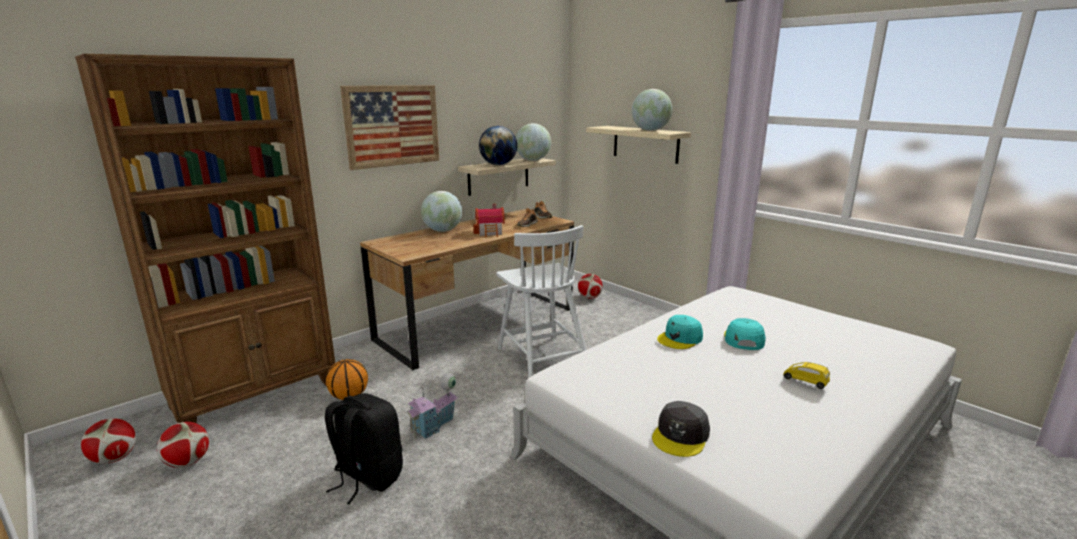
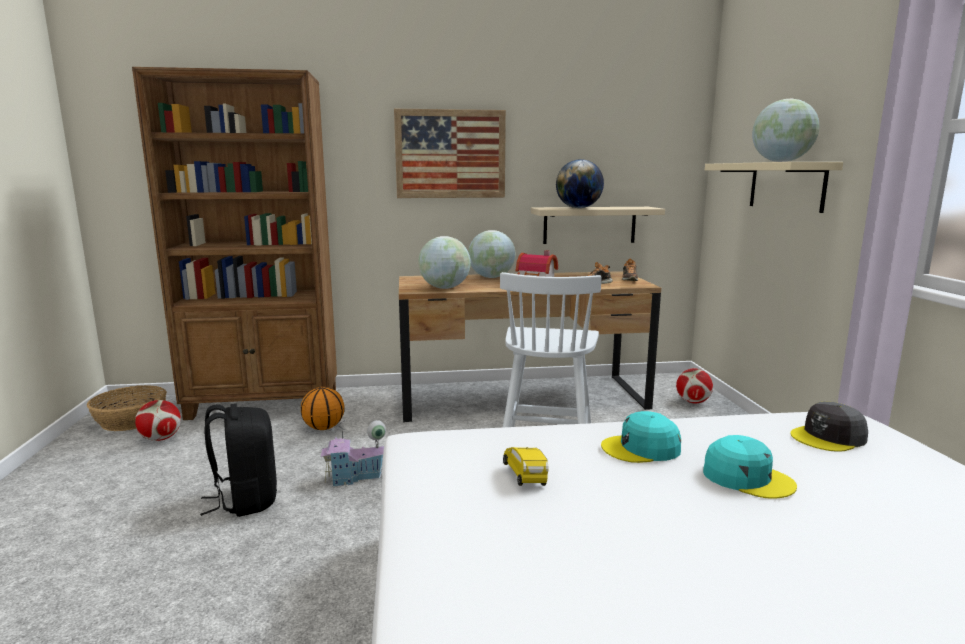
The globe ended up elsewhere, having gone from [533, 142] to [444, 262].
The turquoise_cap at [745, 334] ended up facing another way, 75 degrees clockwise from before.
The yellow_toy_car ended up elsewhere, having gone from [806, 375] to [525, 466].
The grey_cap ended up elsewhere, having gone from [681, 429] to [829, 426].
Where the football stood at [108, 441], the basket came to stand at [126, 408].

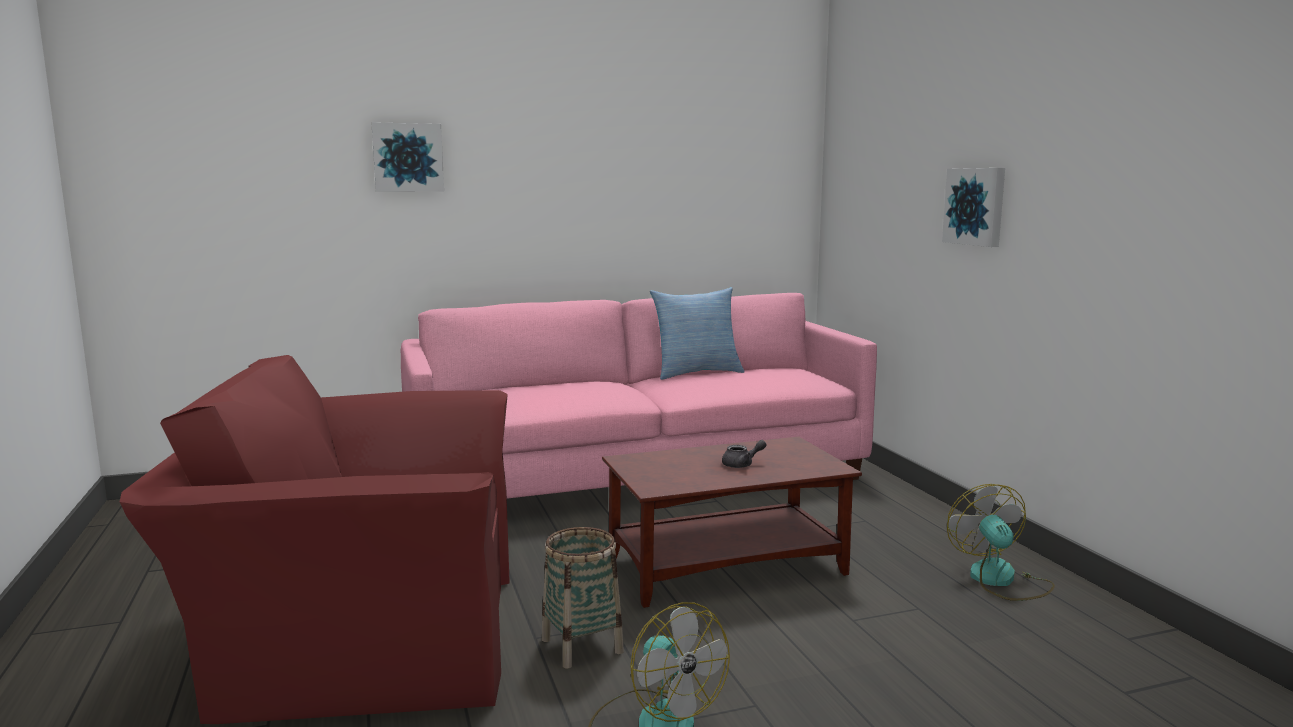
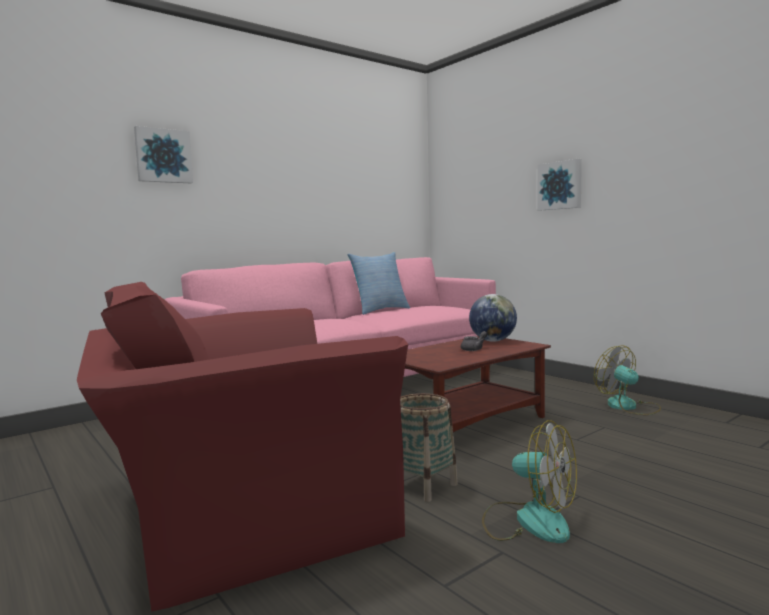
The second view gained the globe at [493, 318].

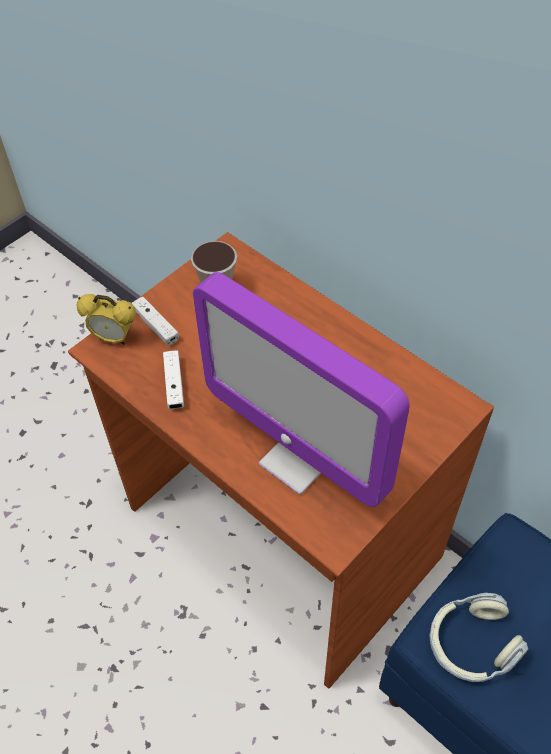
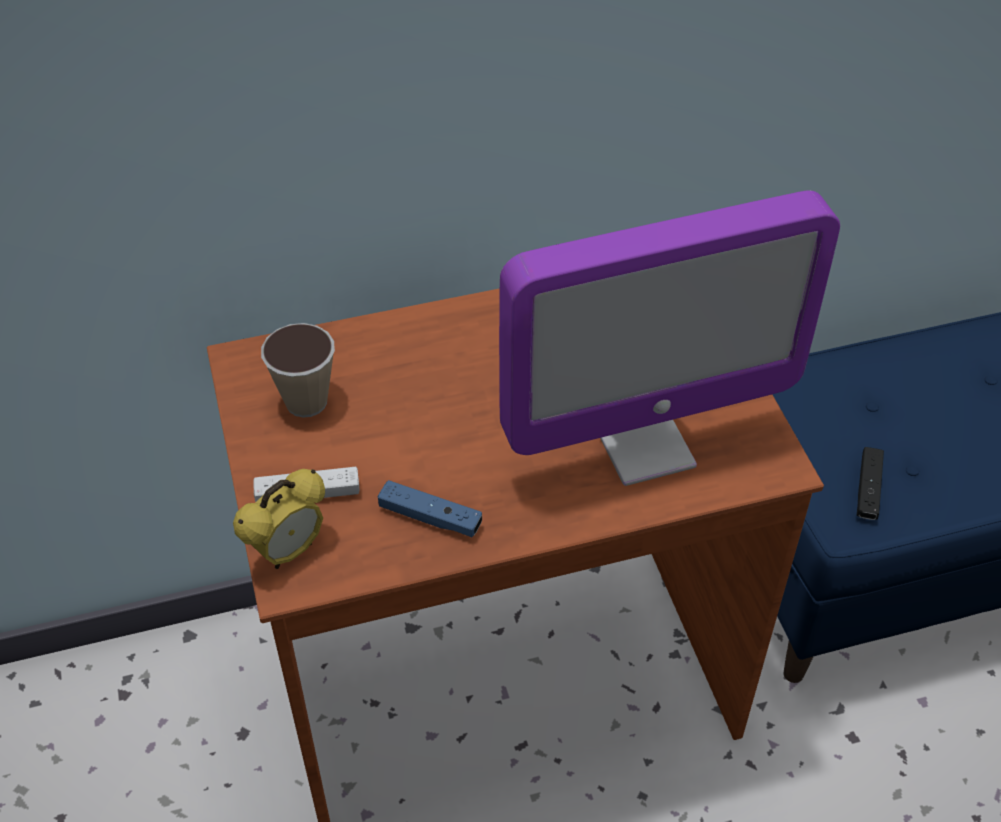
What was the white_game_controller at [173, 379] turned into the blue_game_controller at [430, 508].
Where the headphones stood at [479, 637], the black_game_controller came to stand at [870, 483].

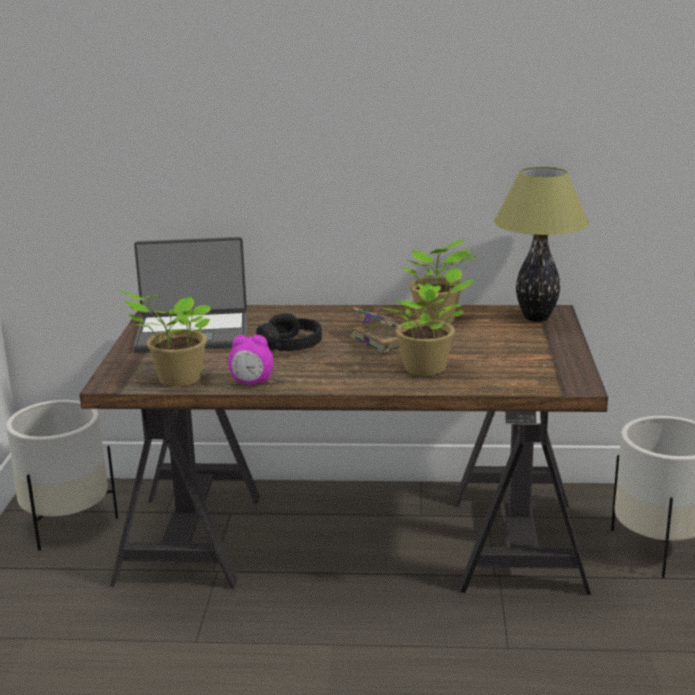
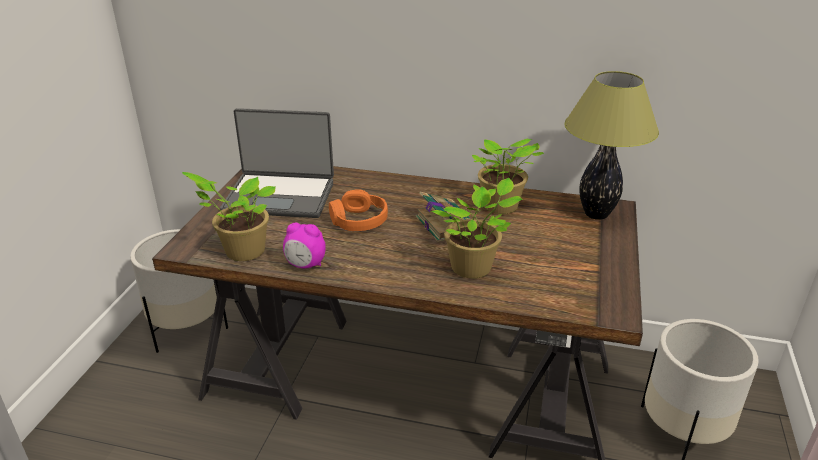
What was the black_headphones at [289, 332] turned into the orange_headphones at [358, 210].

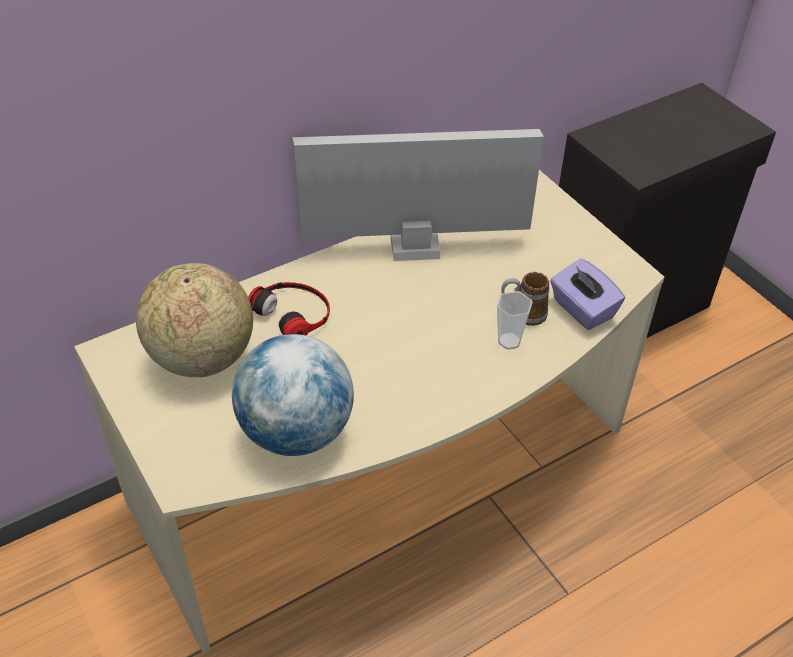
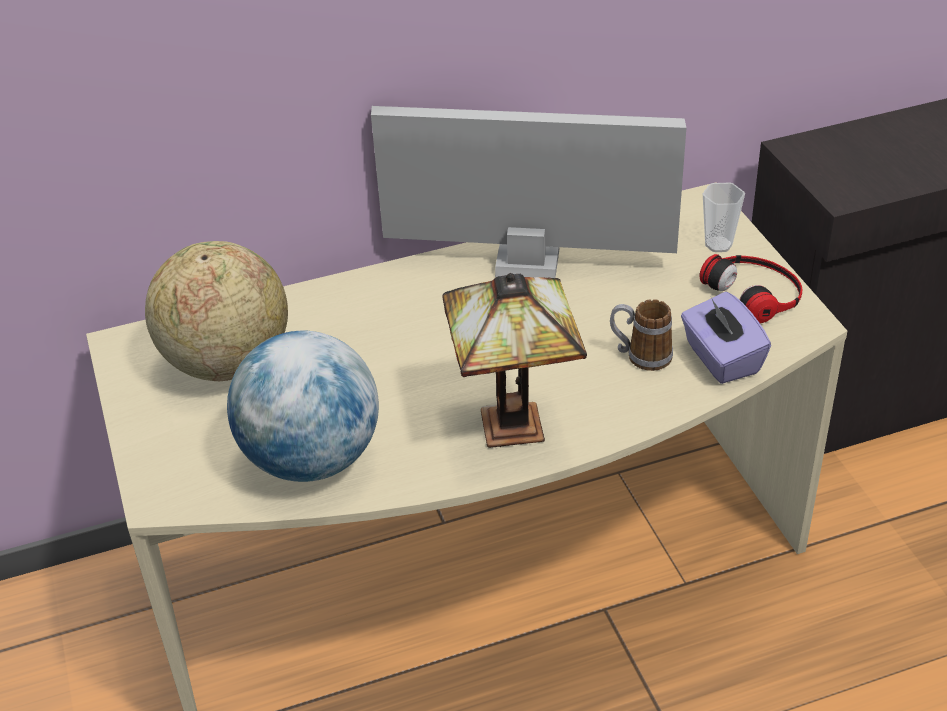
The headphones ended up elsewhere, having gone from [289, 309] to [750, 289].
The cup ended up elsewhere, having gone from [515, 320] to [724, 217].
The second view gained the table_lamp at [514, 360].

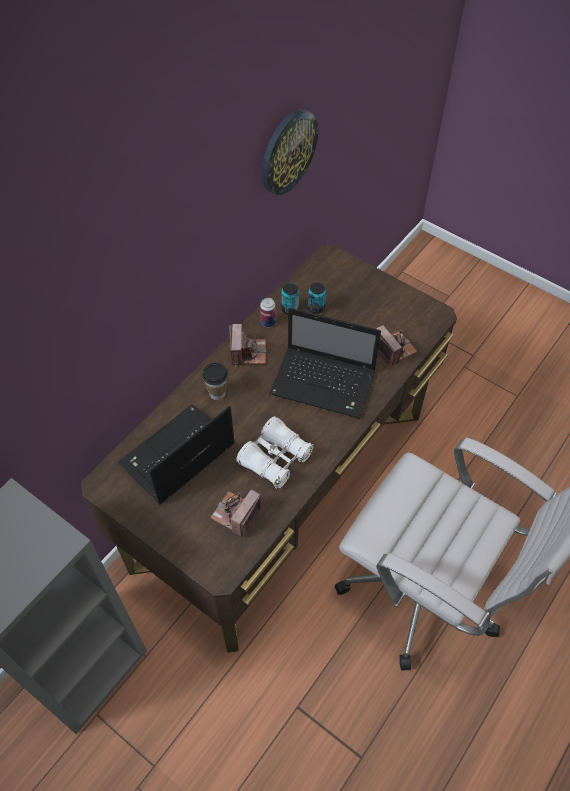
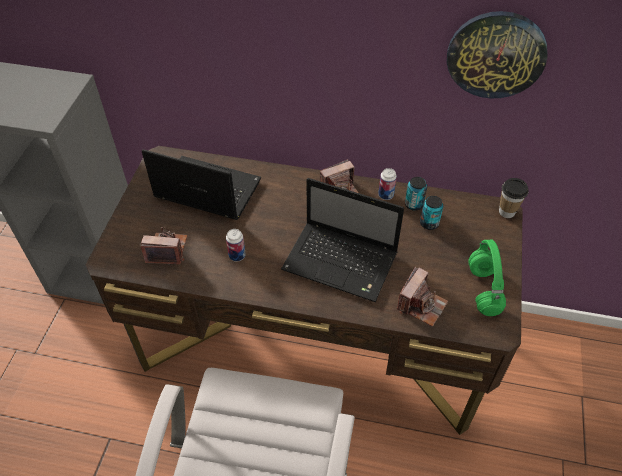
The laptop at [325, 363] ended up facing another way, 60 degrees counterclockwise from before.
The cup ended up elsewhere, having gone from [215, 381] to [514, 198].
Where the white_binoculars stood at [275, 452], the can came to stand at [236, 245].
The second view gained the green_headphones at [487, 278].

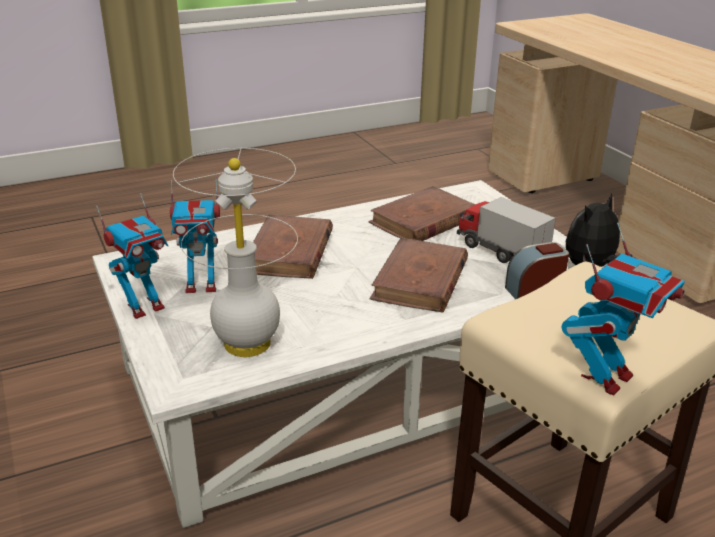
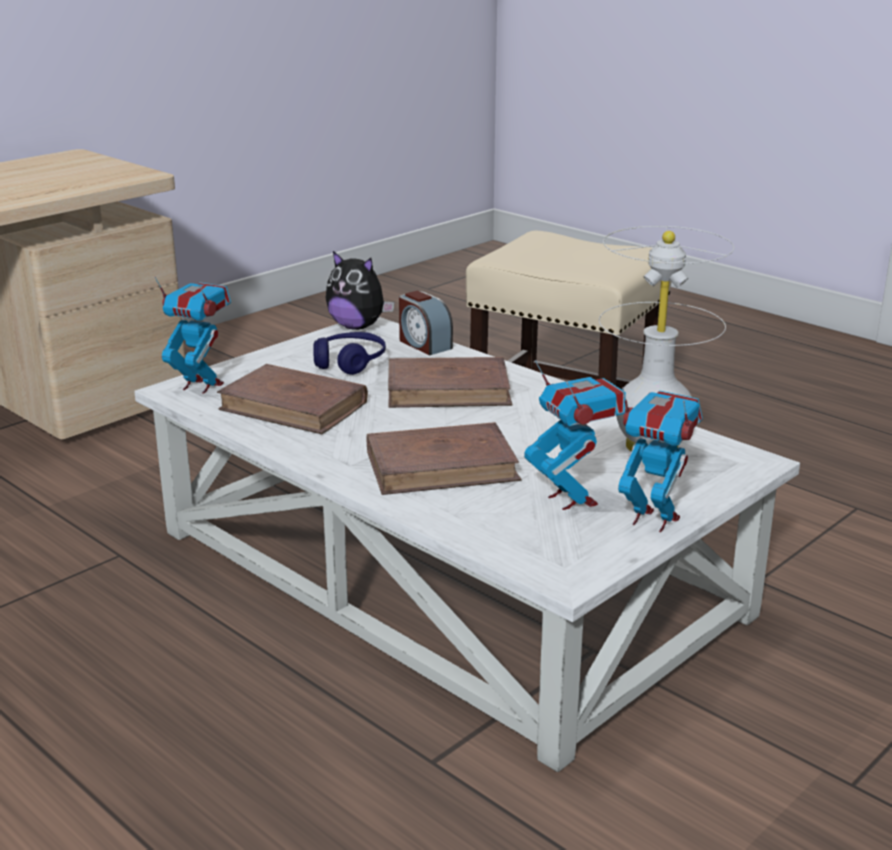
Where the toy_truck stood at [506, 230], the blue_headphones came to stand at [349, 353].
The toy_robot ended up elsewhere, having gone from [623, 309] to [193, 335].

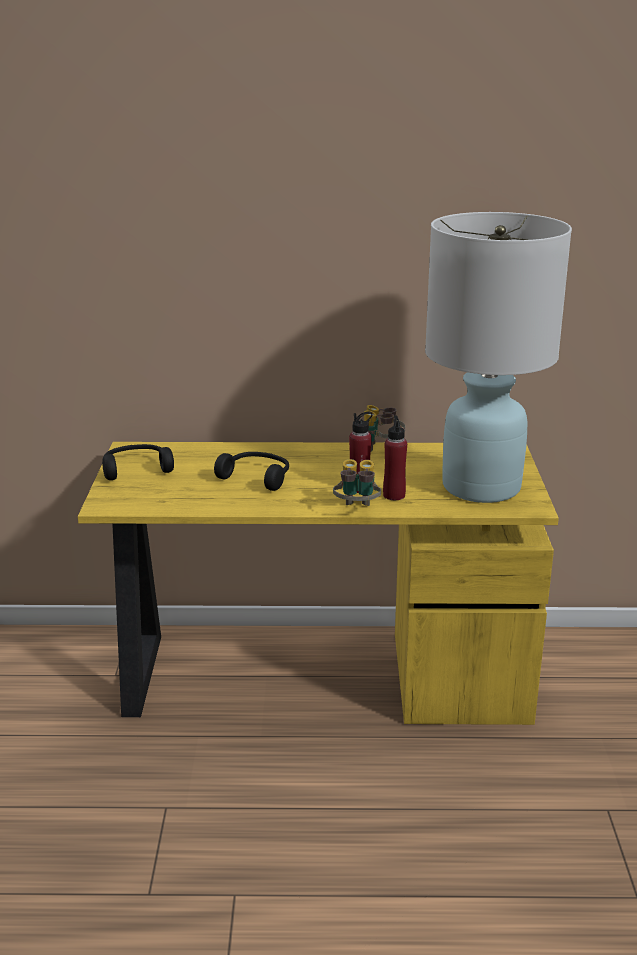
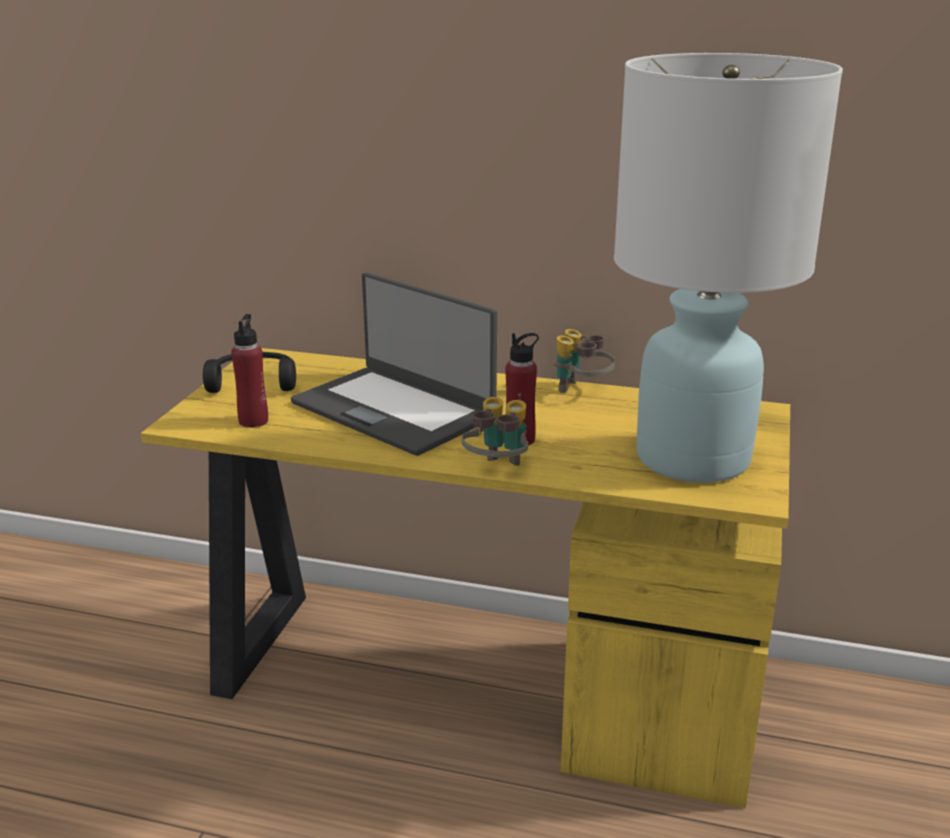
The red_bottle ended up elsewhere, having gone from [395, 457] to [249, 371].
Where the black_headphones stood at [251, 471], the laptop came to stand at [394, 364].

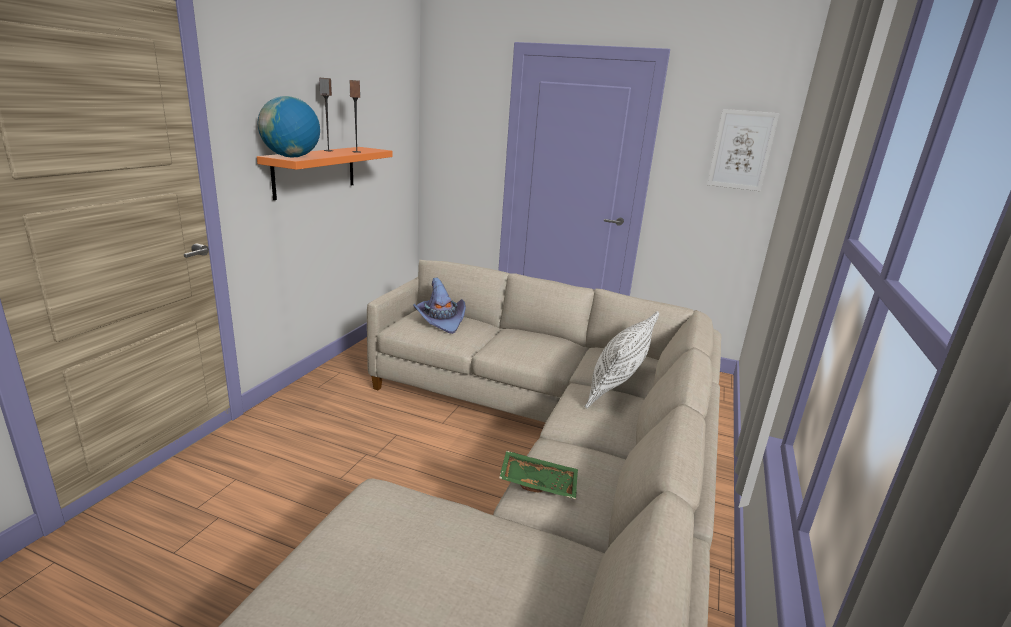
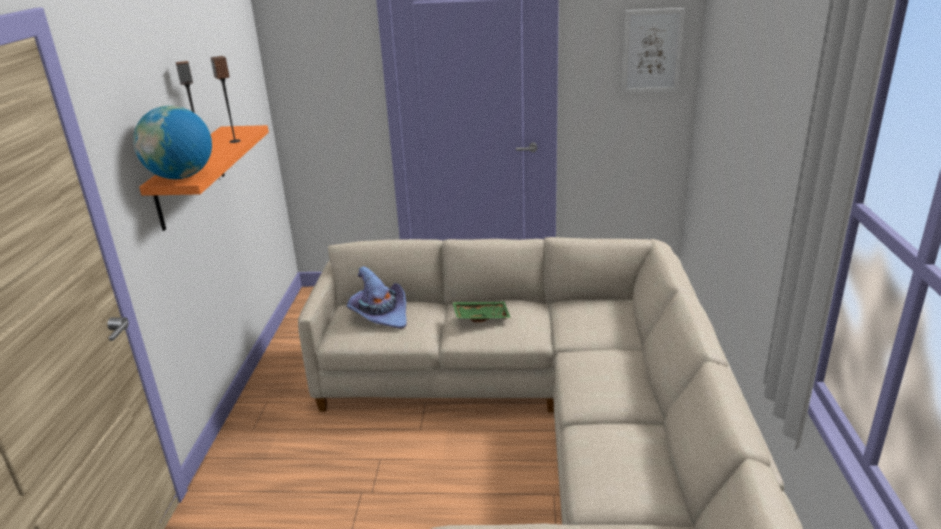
The second view lost the white_pillow at [621, 360].
The green_tray ended up elsewhere, having gone from [538, 475] to [481, 312].

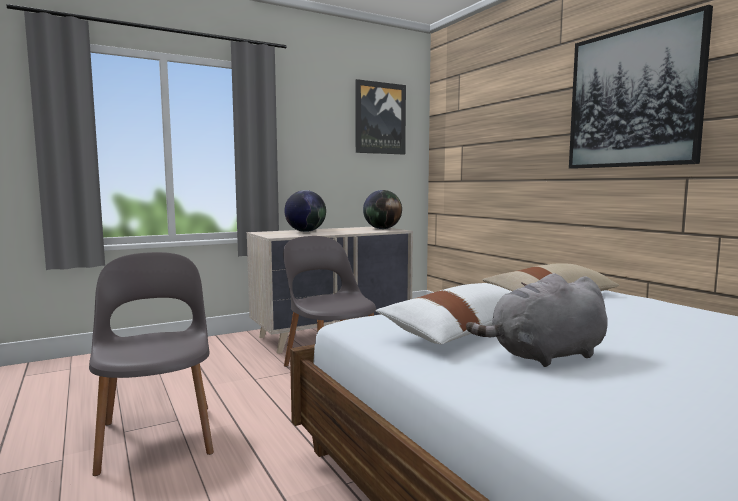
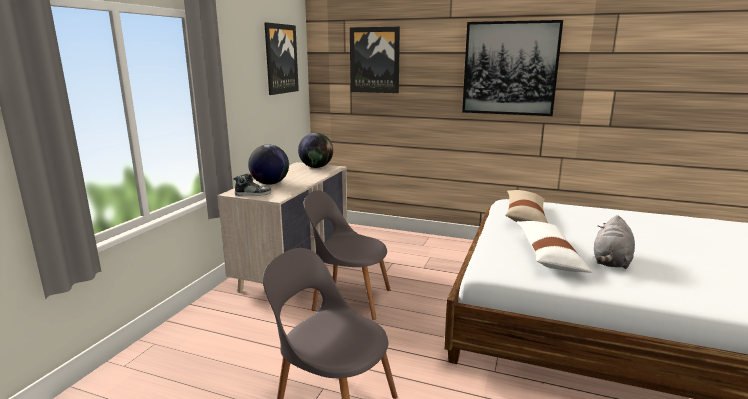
The second view gained the picture at [375, 60].
The second view gained the shoe at [252, 185].

